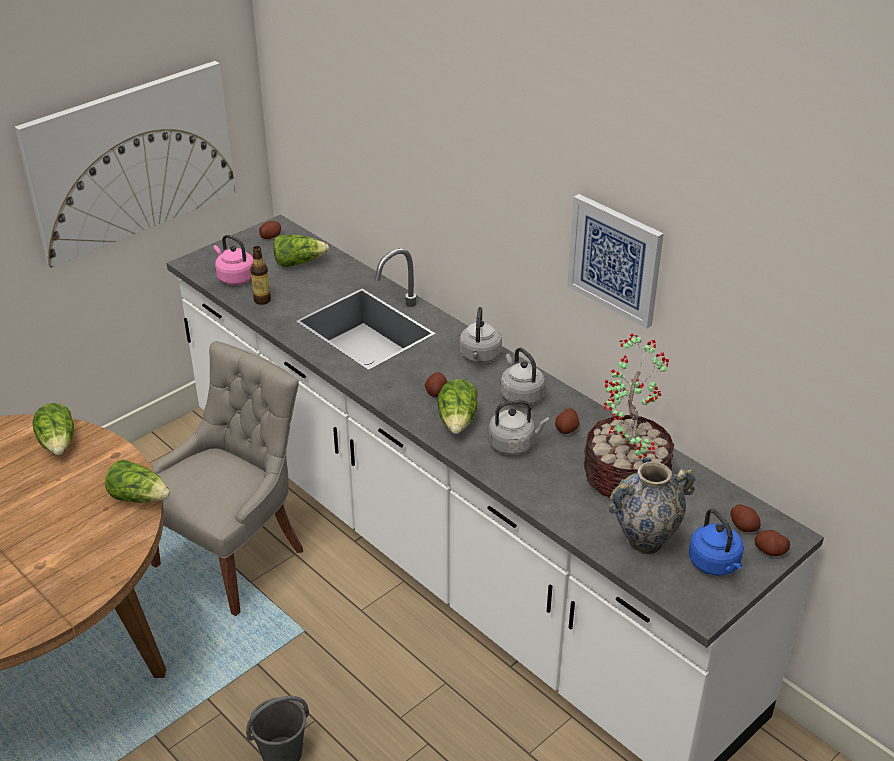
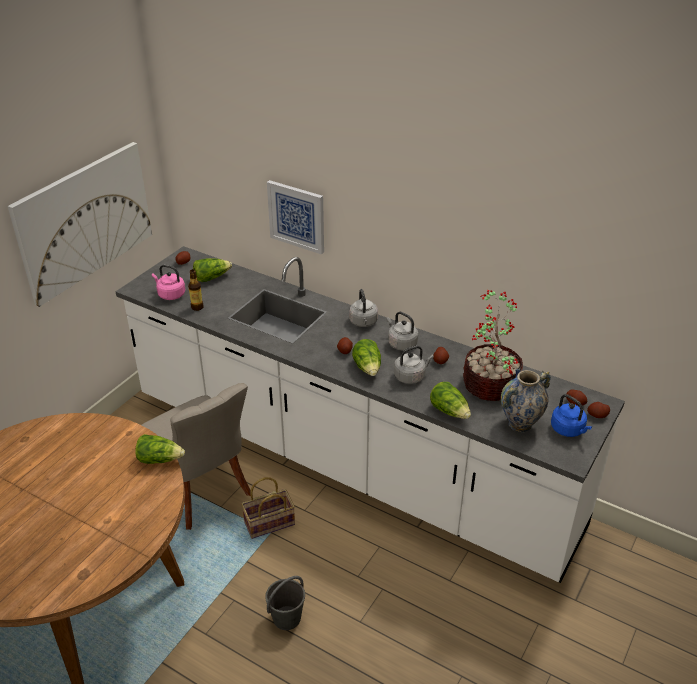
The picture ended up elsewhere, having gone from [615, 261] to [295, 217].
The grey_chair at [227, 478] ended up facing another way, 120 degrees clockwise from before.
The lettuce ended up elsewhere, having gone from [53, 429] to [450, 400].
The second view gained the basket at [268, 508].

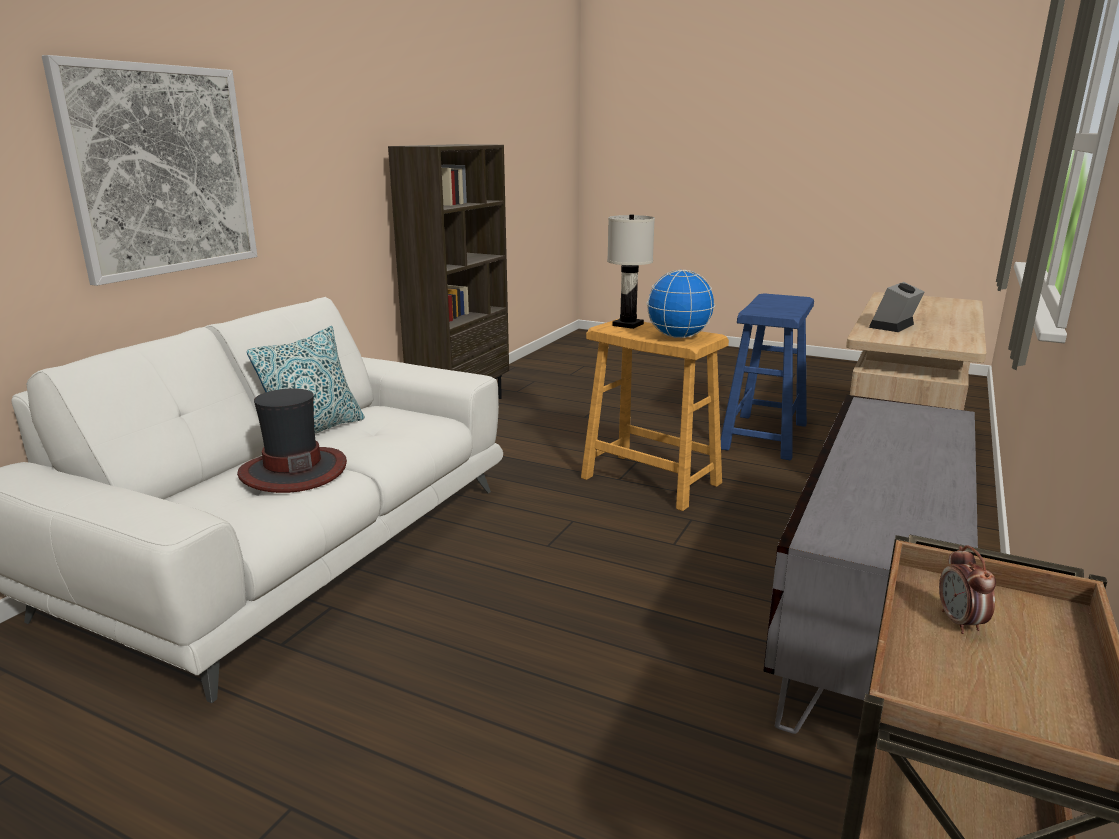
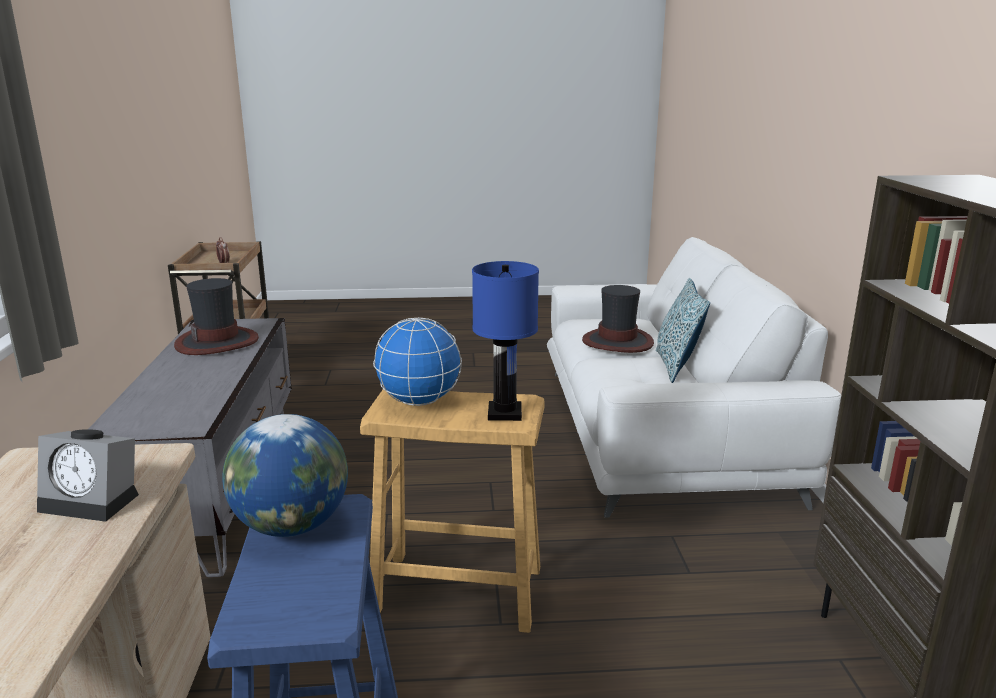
The second view lost the picture at [150, 170].
What was the white_table_lamp at [631, 272] turned into the blue_table_lamp at [505, 341].
The alarm_clock at [896, 307] ended up facing another way, 90 degrees clockwise from before.
The second view gained the hat at [216, 316].
The second view gained the globe at [285, 475].

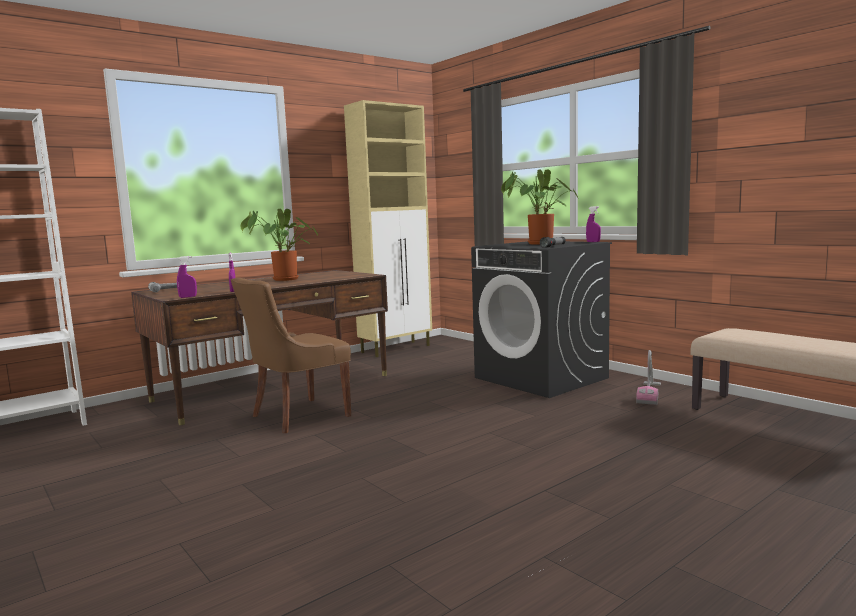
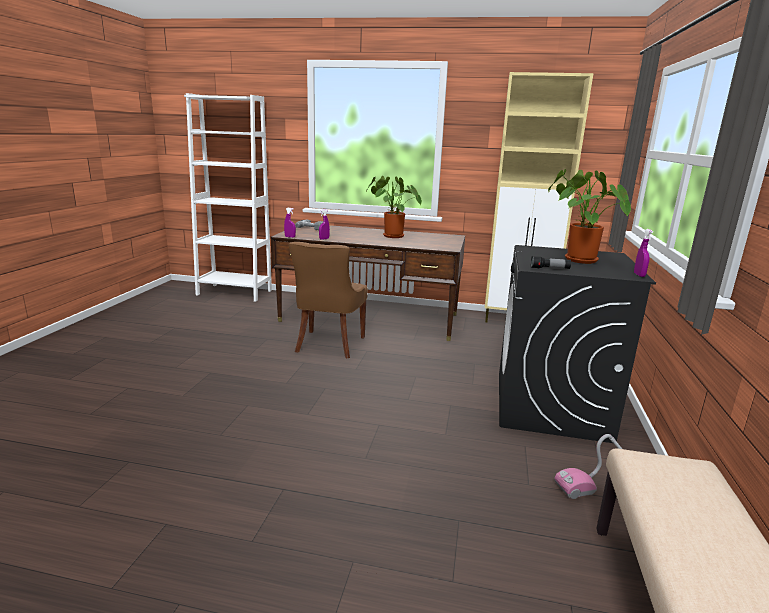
The brown_chair at [291, 355] ended up facing another way, 90 degrees counterclockwise from before.

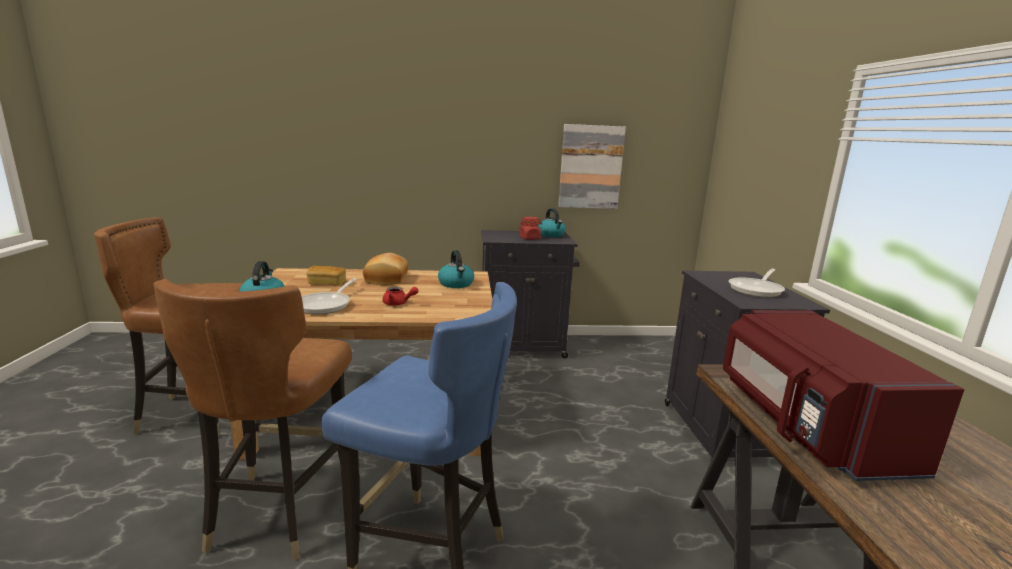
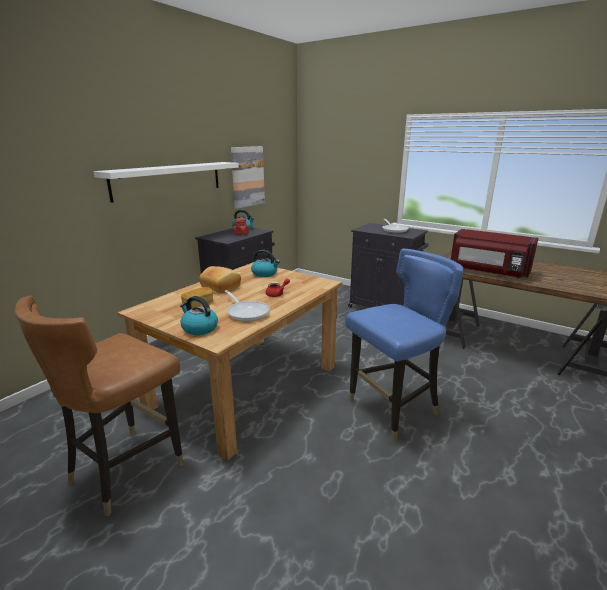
The second view lost the brown_chair at [252, 420].
The second view gained the white_shelf at [166, 182].

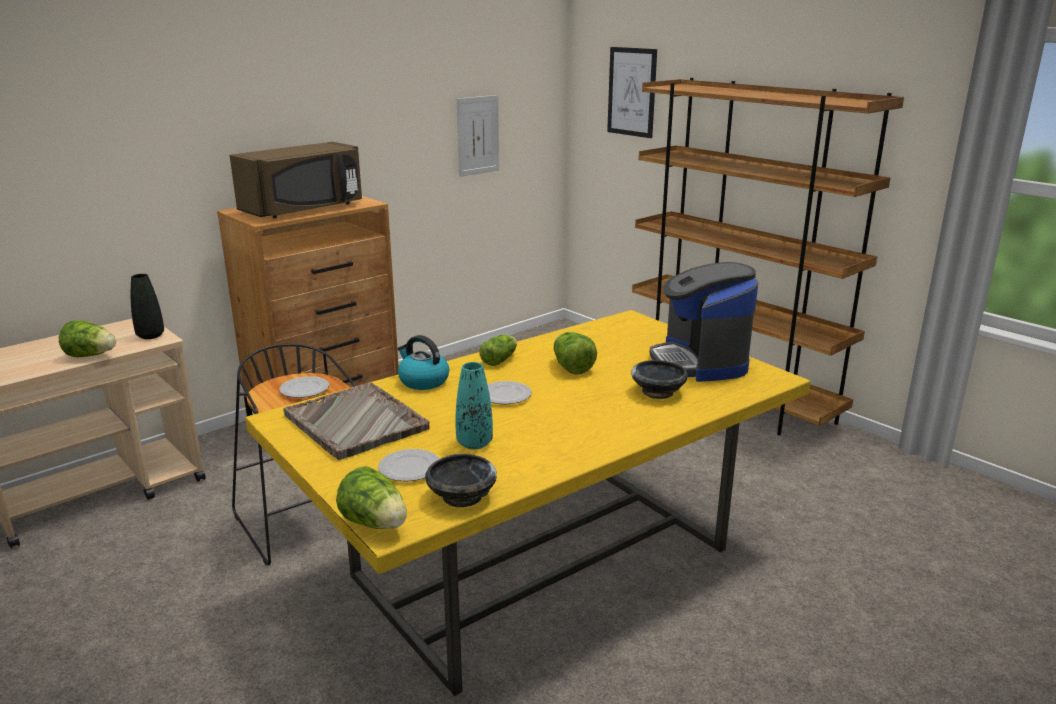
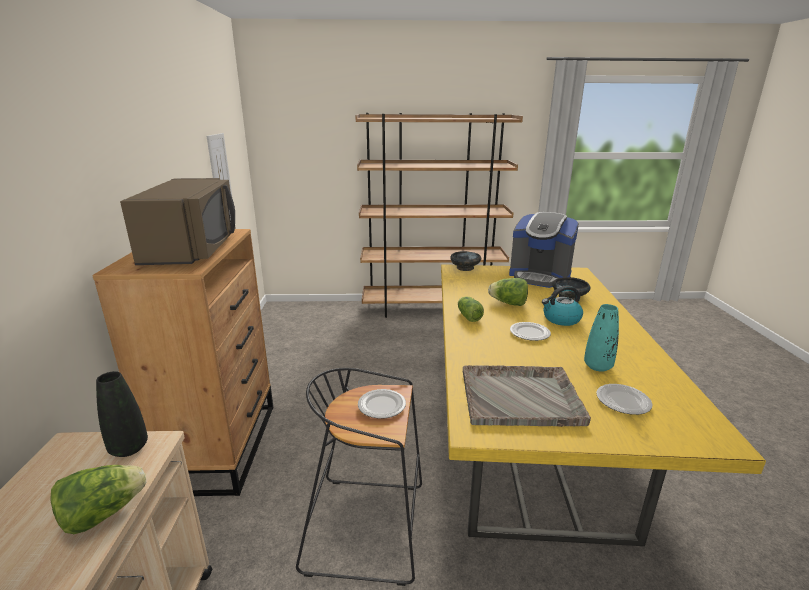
The second view lost the picture at [632, 92].
The kettle ended up elsewhere, having gone from [423, 362] to [562, 306].
The black_bowl ended up elsewhere, having gone from [461, 480] to [465, 261].
The second view lost the lettuce at [371, 497].

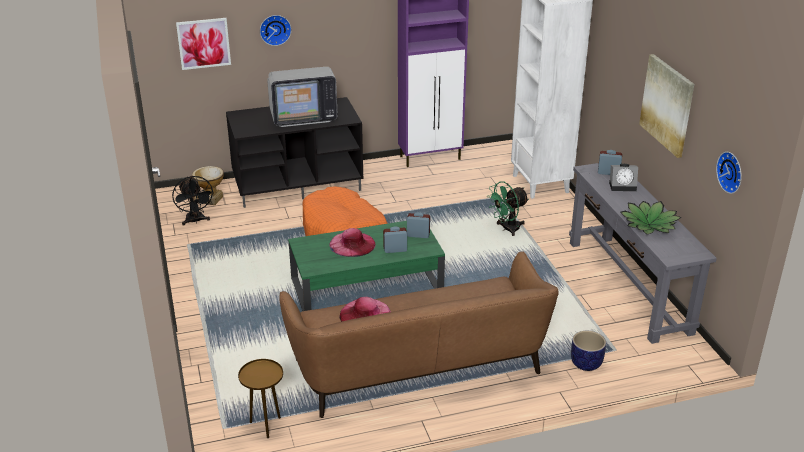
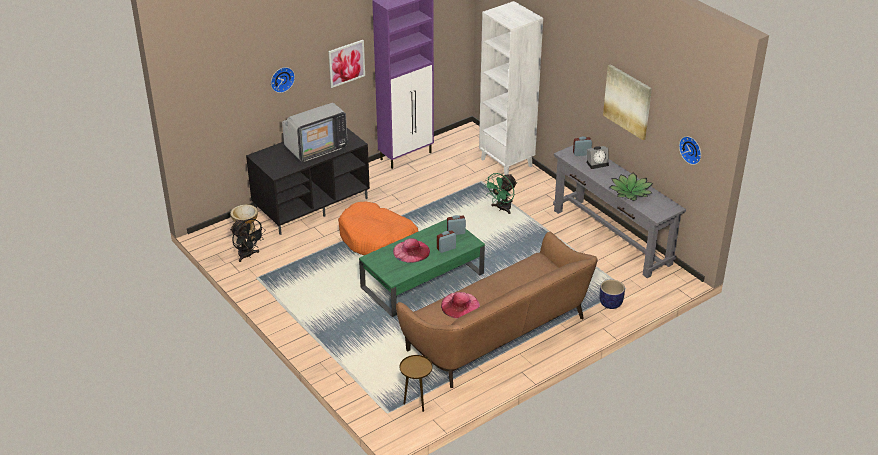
The picture ended up elsewhere, having gone from [203, 44] to [346, 64].

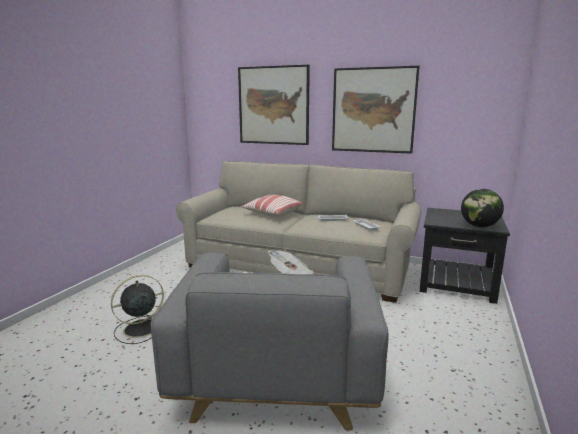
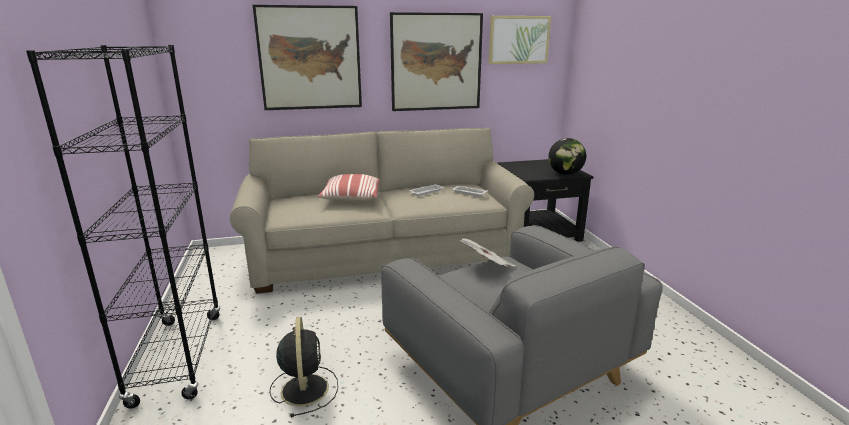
The black_fan at [137, 309] ended up facing another way, 150 degrees clockwise from before.
The second view gained the picture at [519, 40].
The second view gained the black_bookcase at [123, 226].

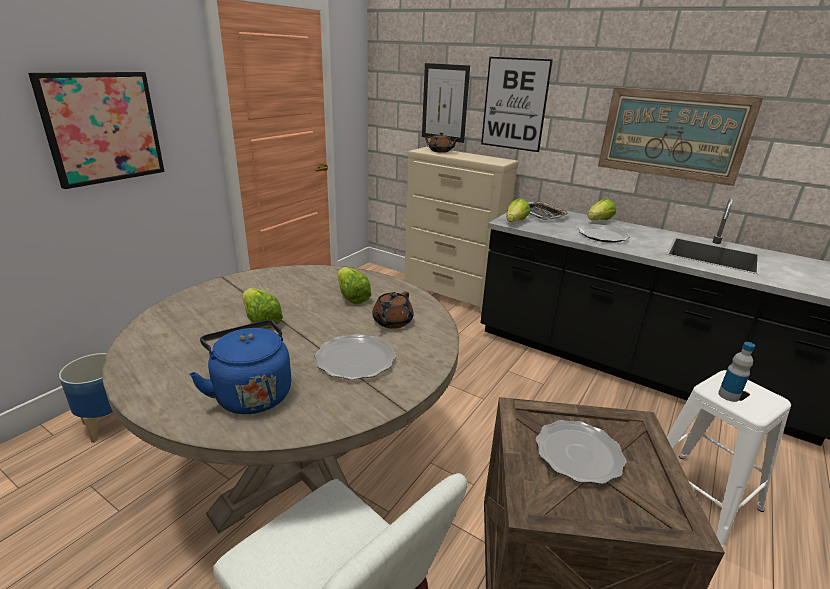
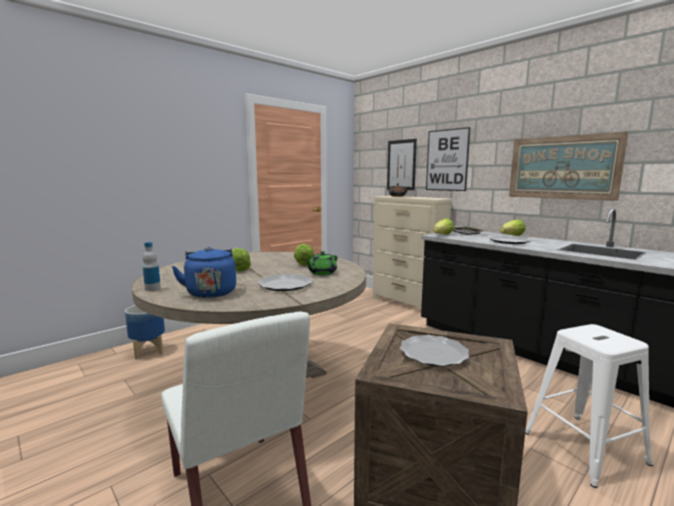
The second view lost the picture at [96, 130].
What was the brown_teapot at [393, 310] turned into the green_teapot at [321, 263].
The bottle ended up elsewhere, having gone from [736, 372] to [151, 266].

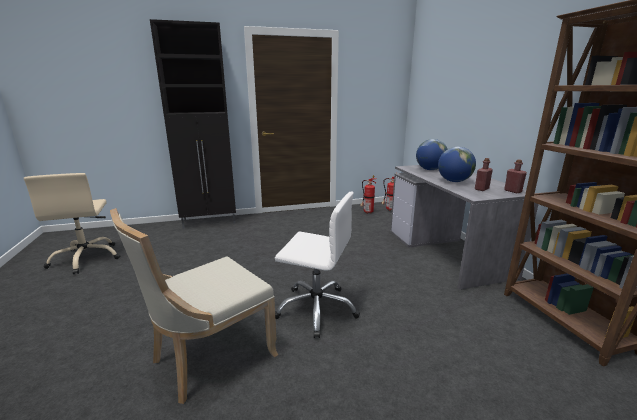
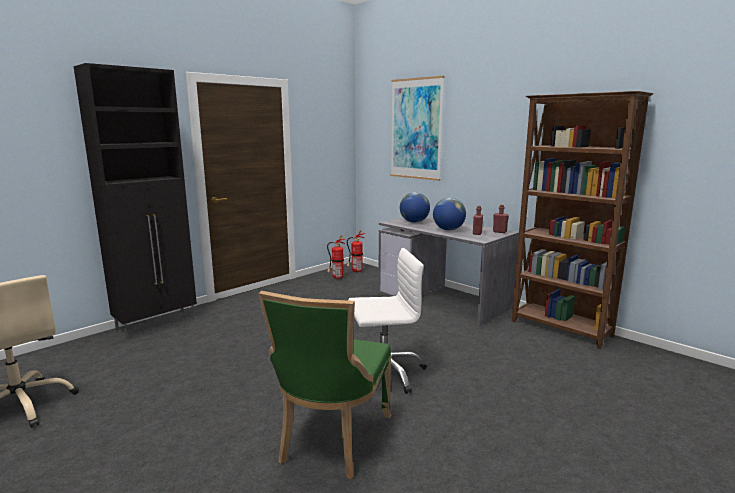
What was the beige_chair at [194, 306] turned into the green_chair at [324, 385].
The second view gained the picture at [417, 128].

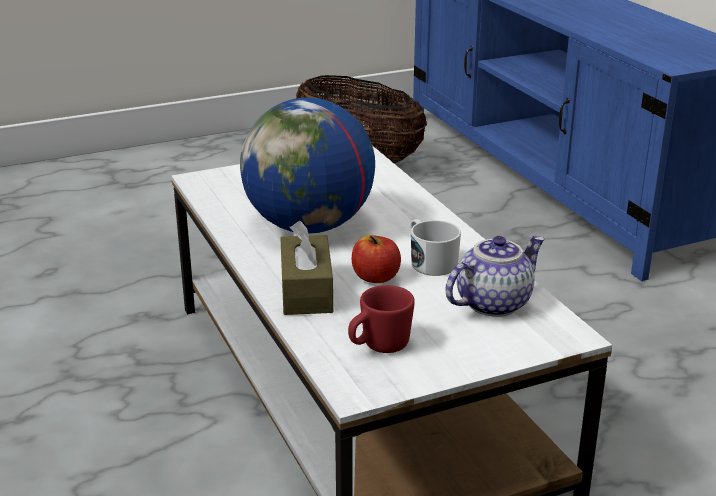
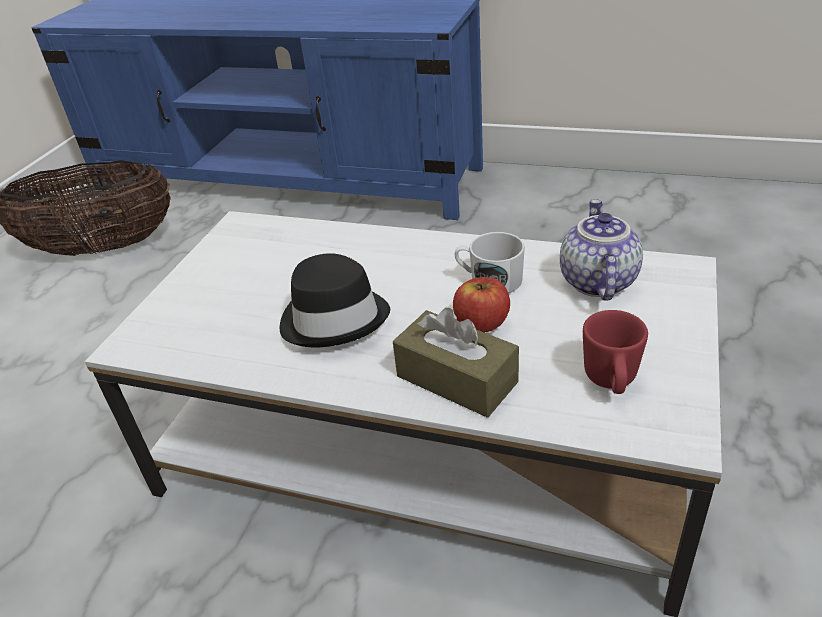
Where the globe stood at [307, 166], the black_hat came to stand at [335, 300].

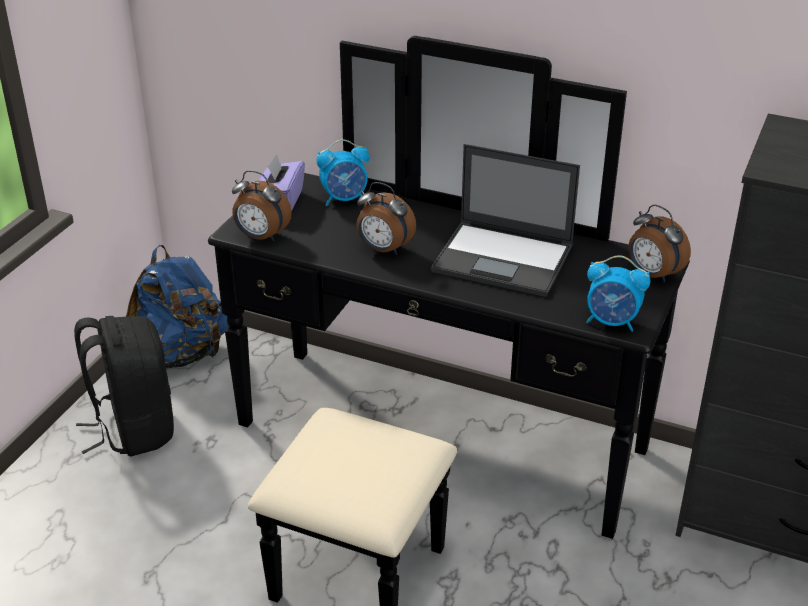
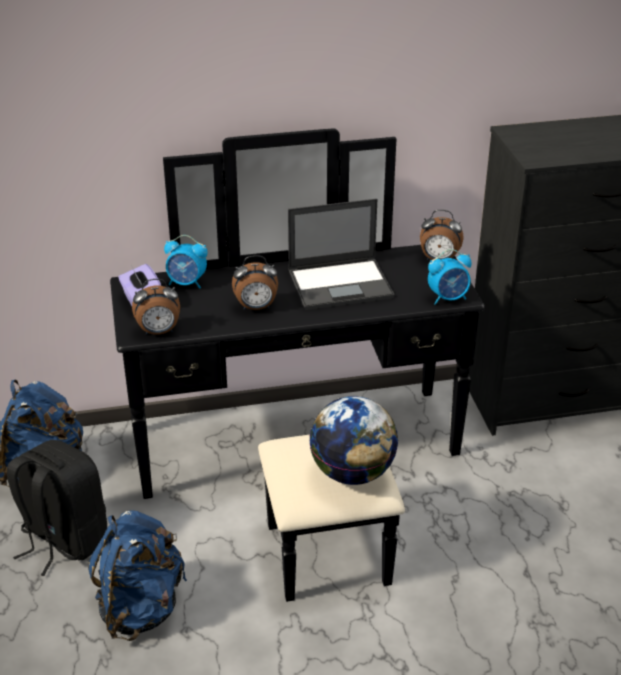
The alarm_clock at [343, 172] ended up facing another way, 60 degrees clockwise from before.
The second view gained the globe at [353, 440].
The second view gained the blue_backpack at [137, 575].

